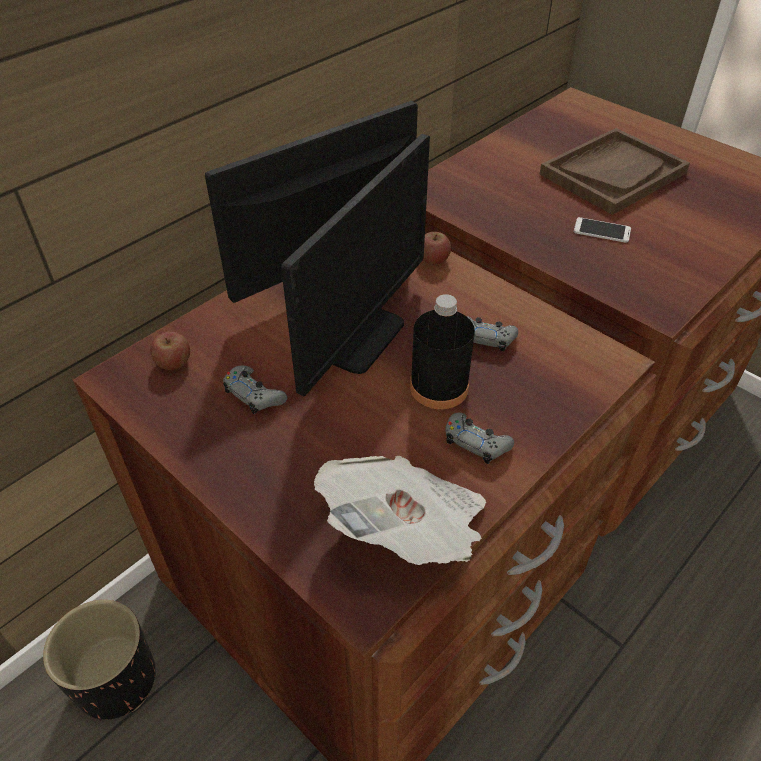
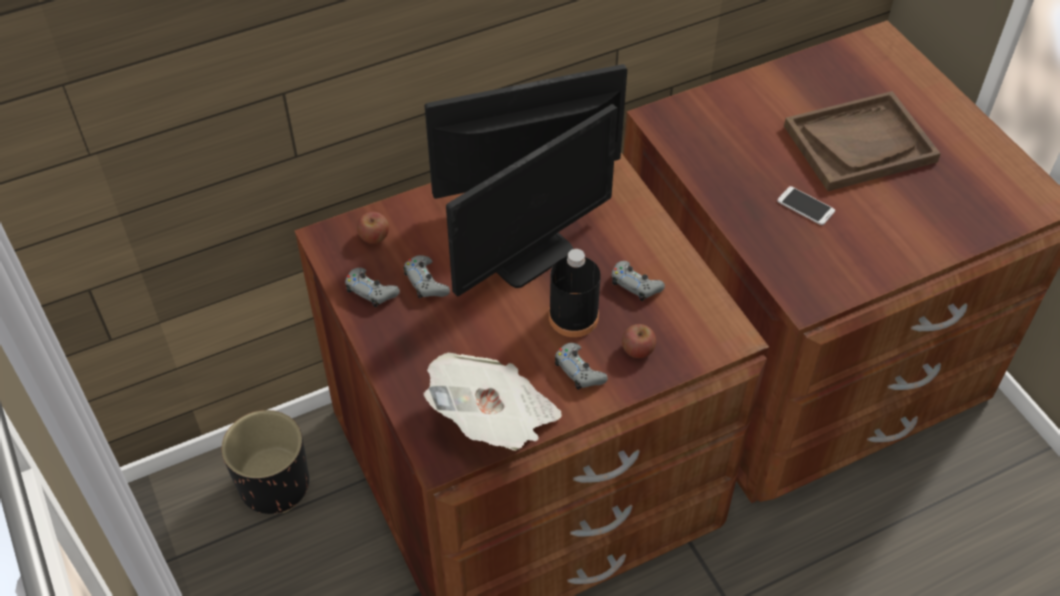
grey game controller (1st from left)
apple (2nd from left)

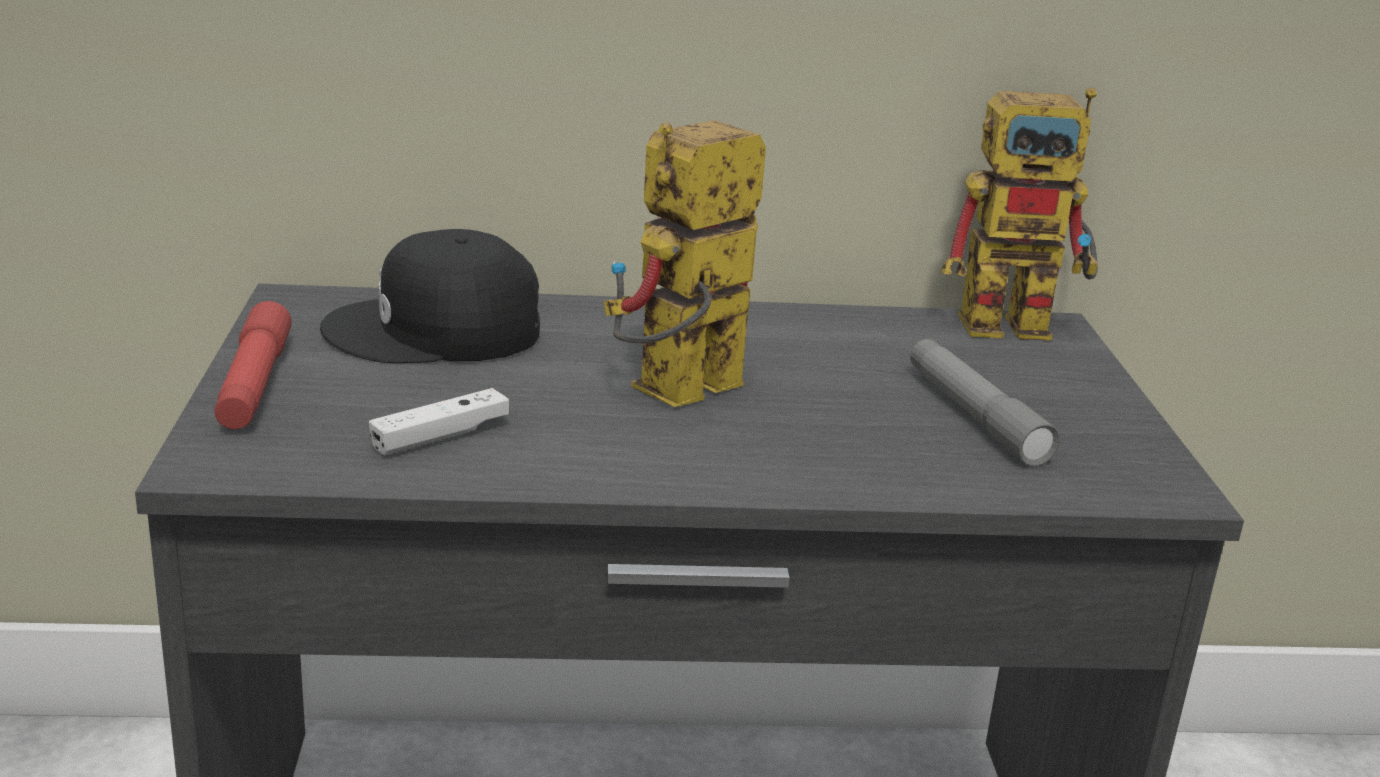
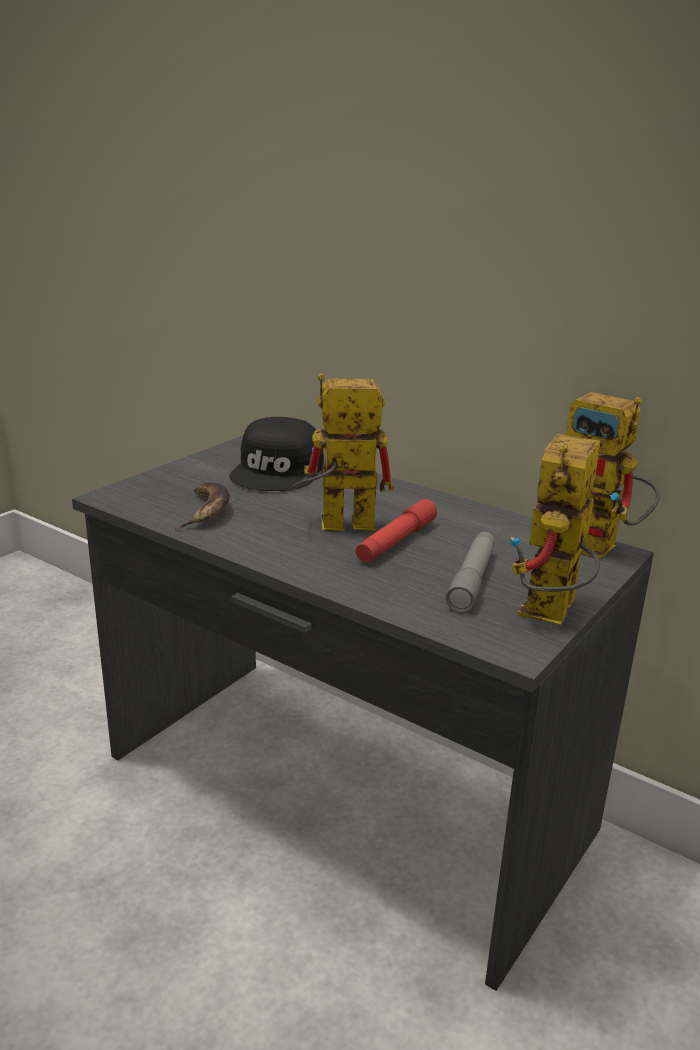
toy robot (2nd from left)
red flashlight
banana
black cap

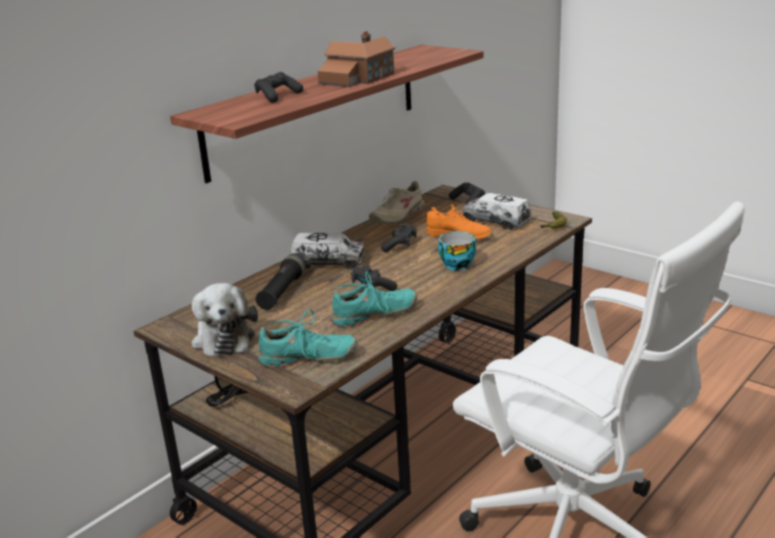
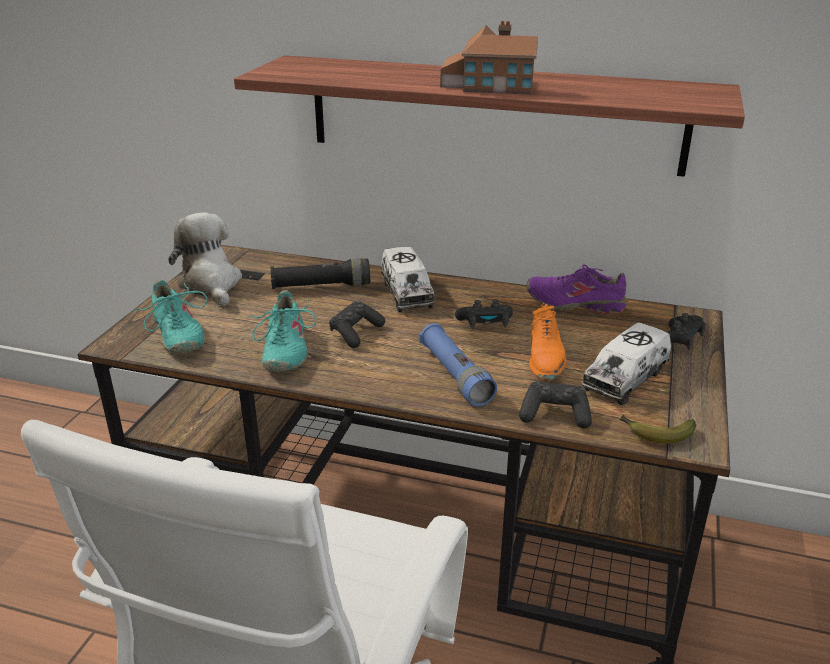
black game controller (3rd from left)
blue flashlight
purple shoe
plush toy
turquoise shoe (2nd from left)
toy truck (2nd from left)

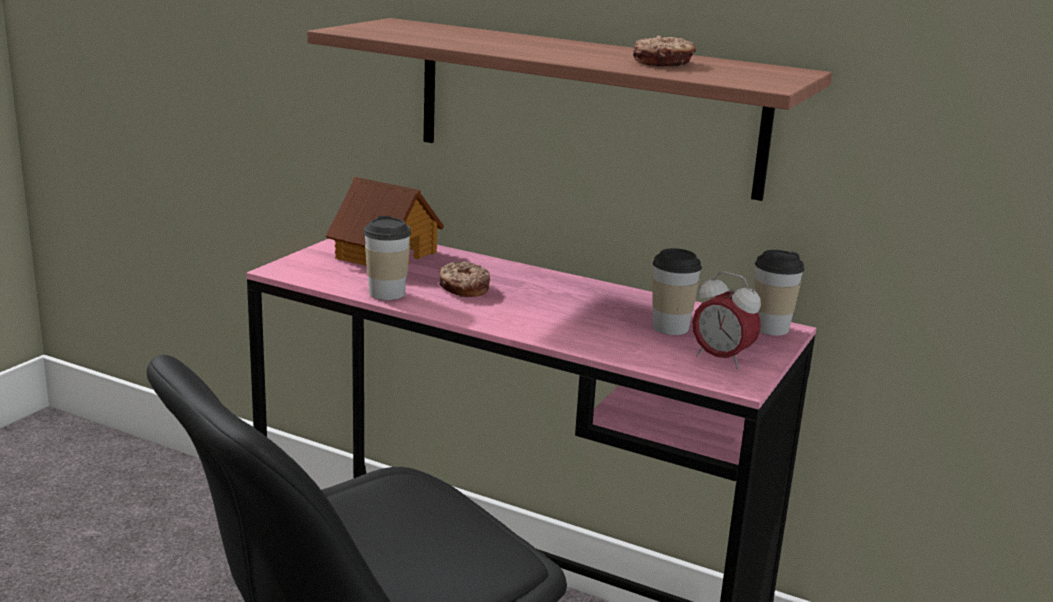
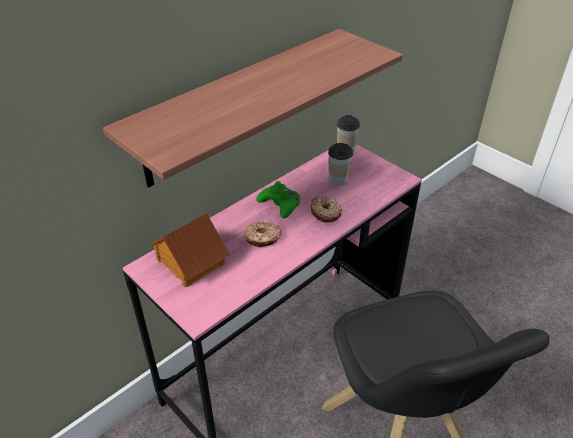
cup (1st from left in the first image)
alarm clock
green game controller
donut (2nd from left)

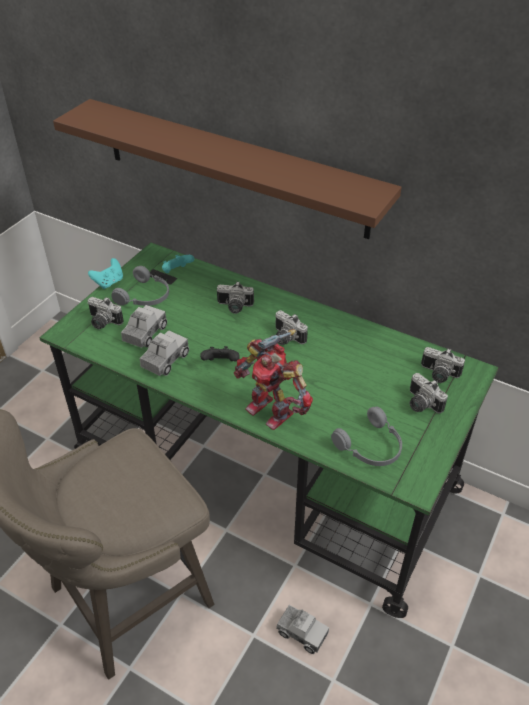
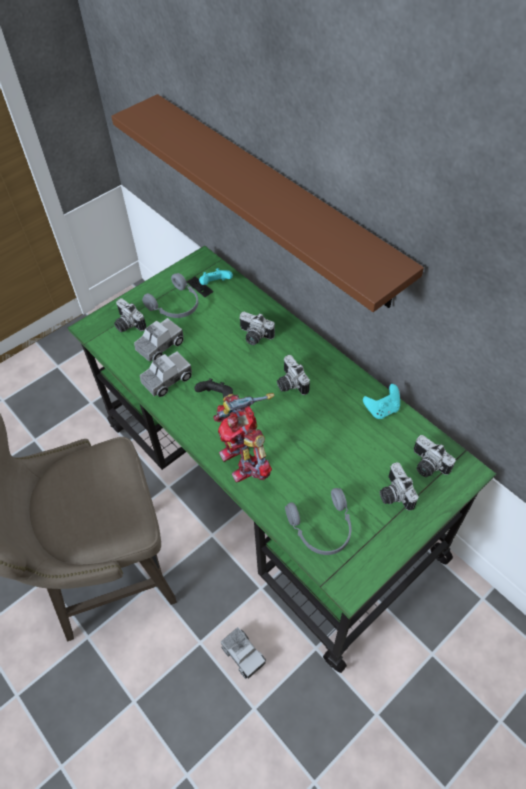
turquoise game controller (2nd from left)

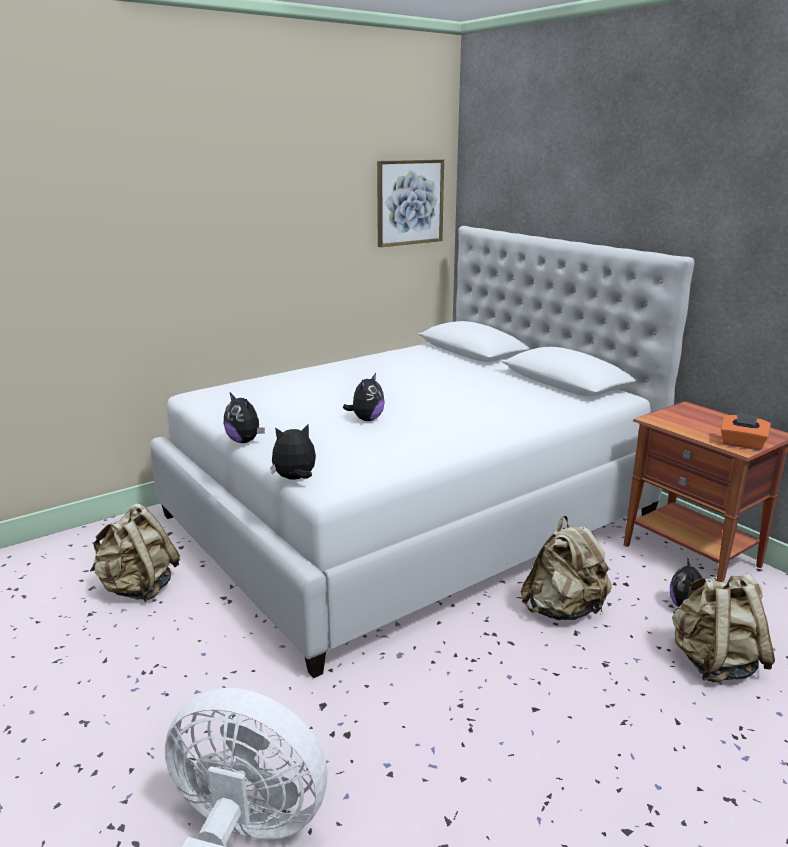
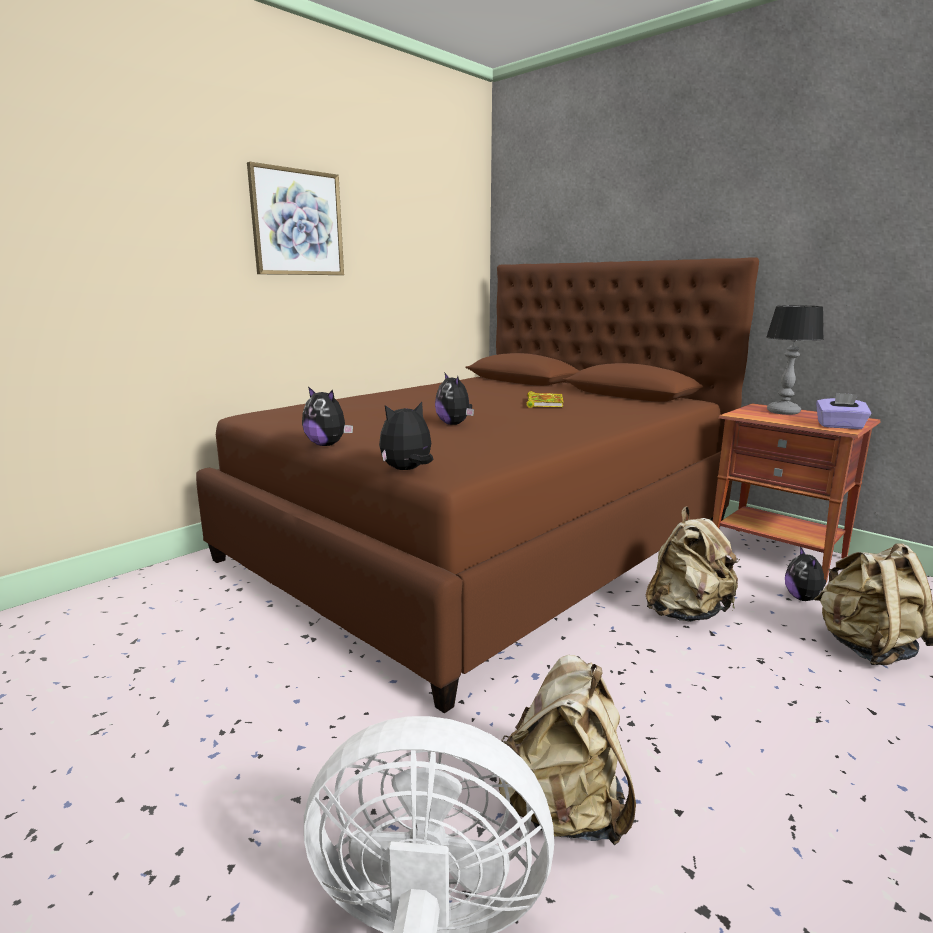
book
table lamp
beige backpack (1st from left)
picture
brown bed
purple tissue box
plush toy (3rd from left)

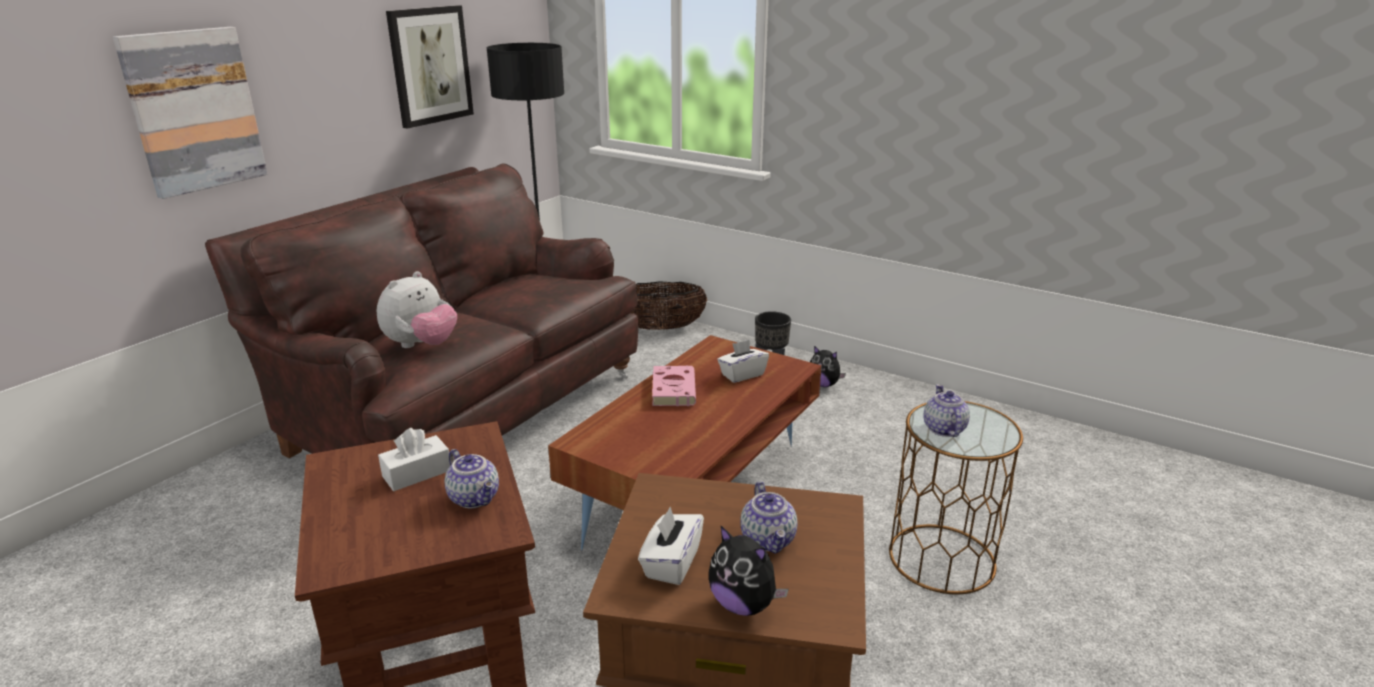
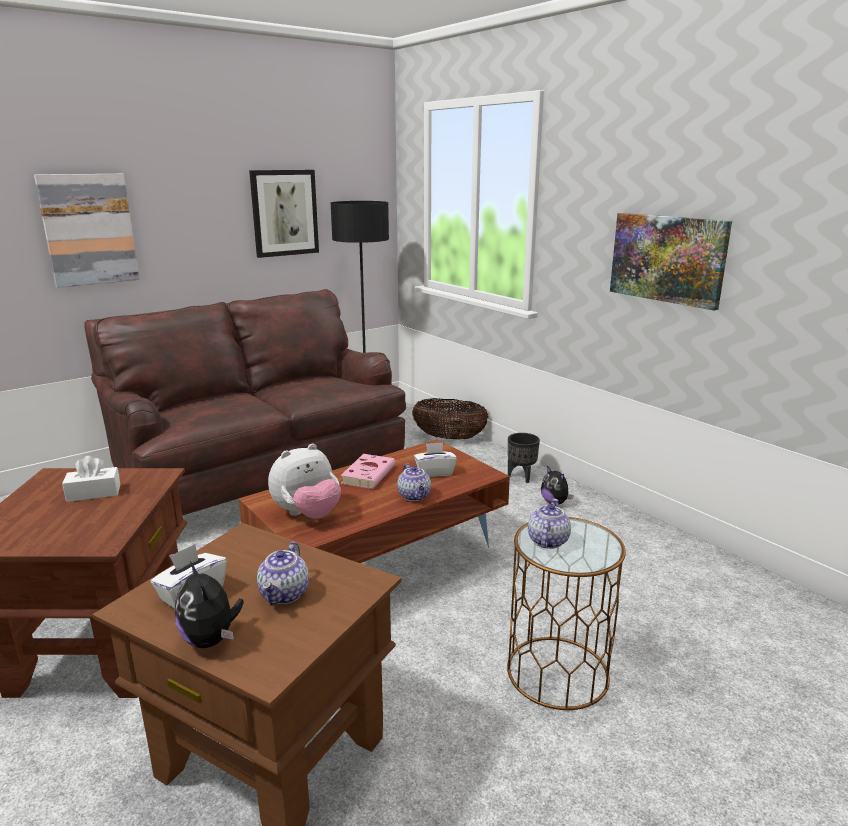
picture (3rd from left)
plush toy (2nd from left)
teapot (2nd from left)

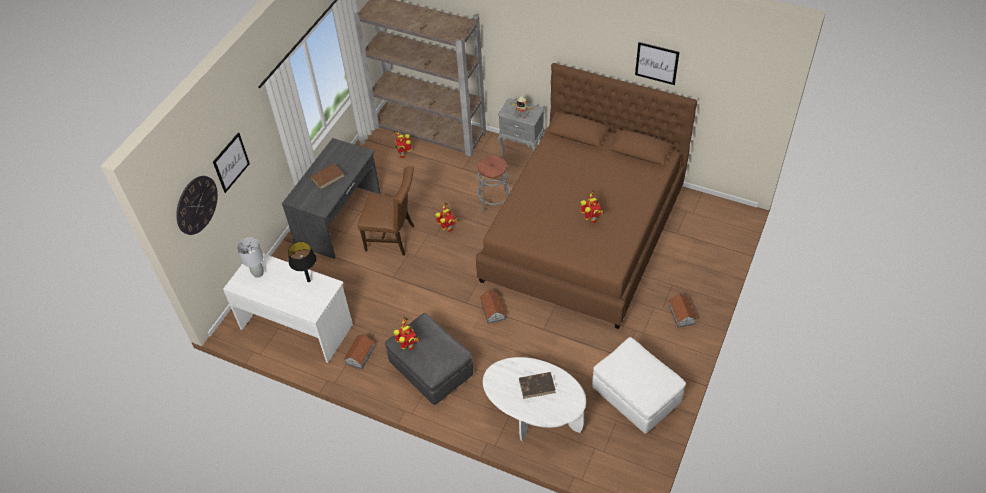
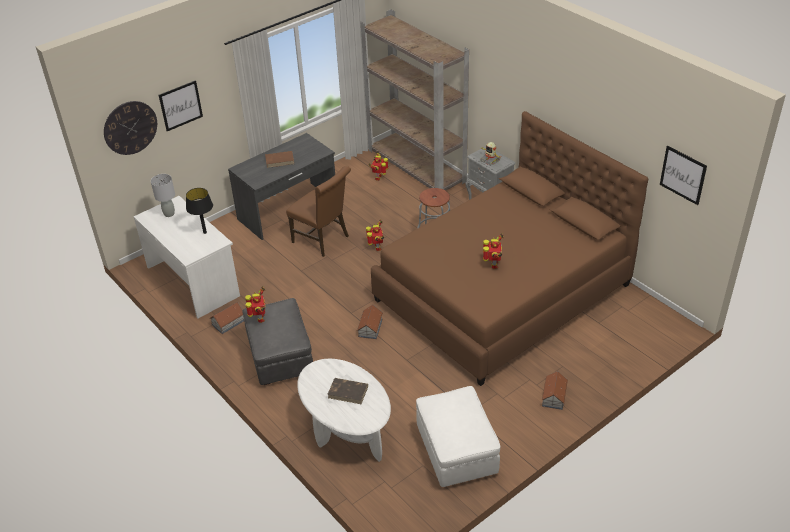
picture (2nd from left)

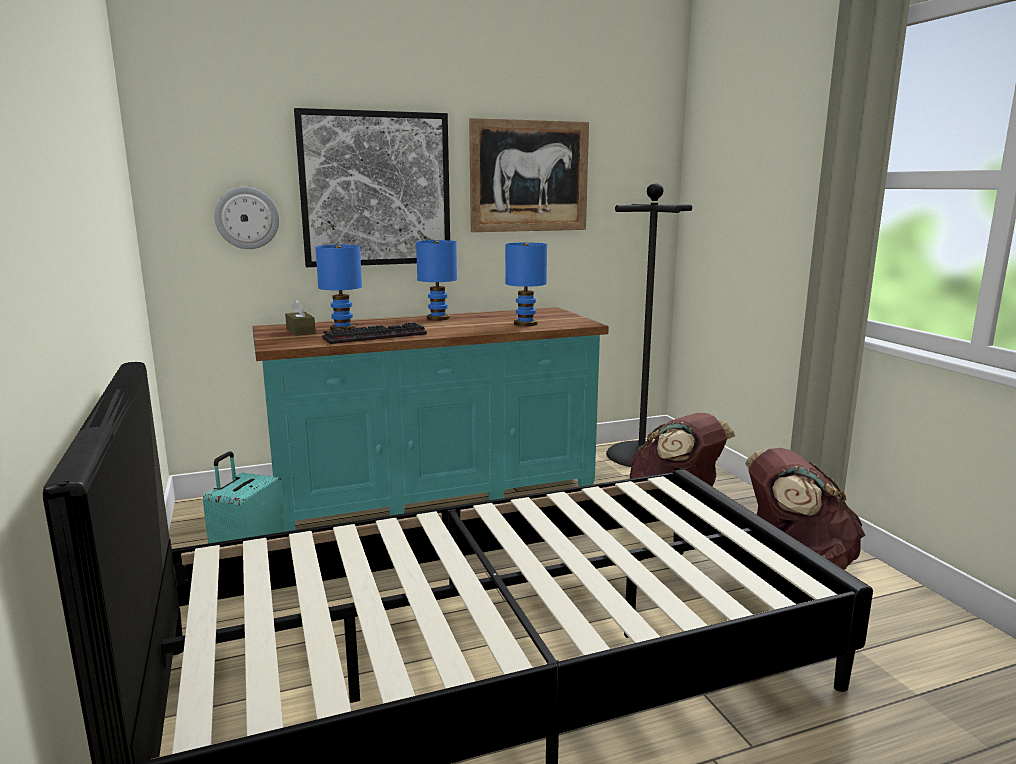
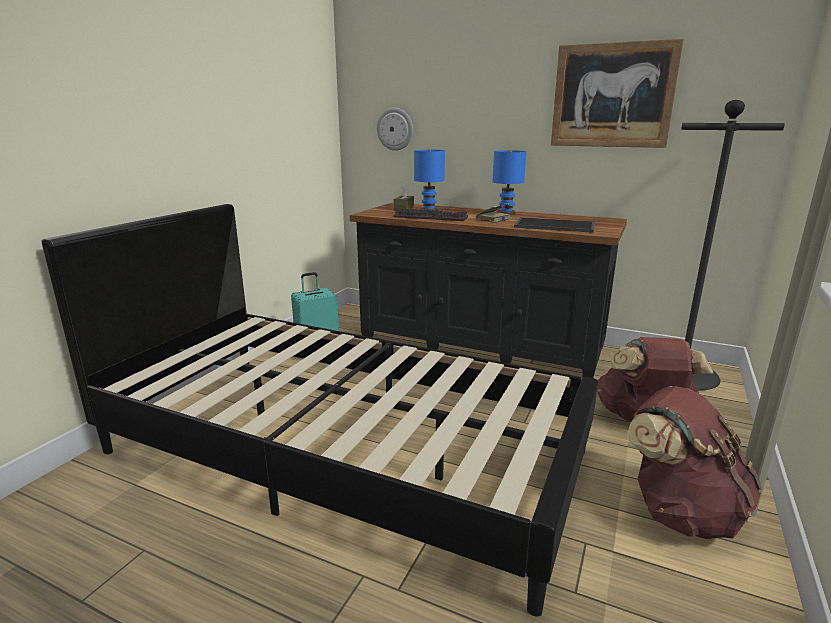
picture (1st from left in the first image)
book
tray
black dresser

